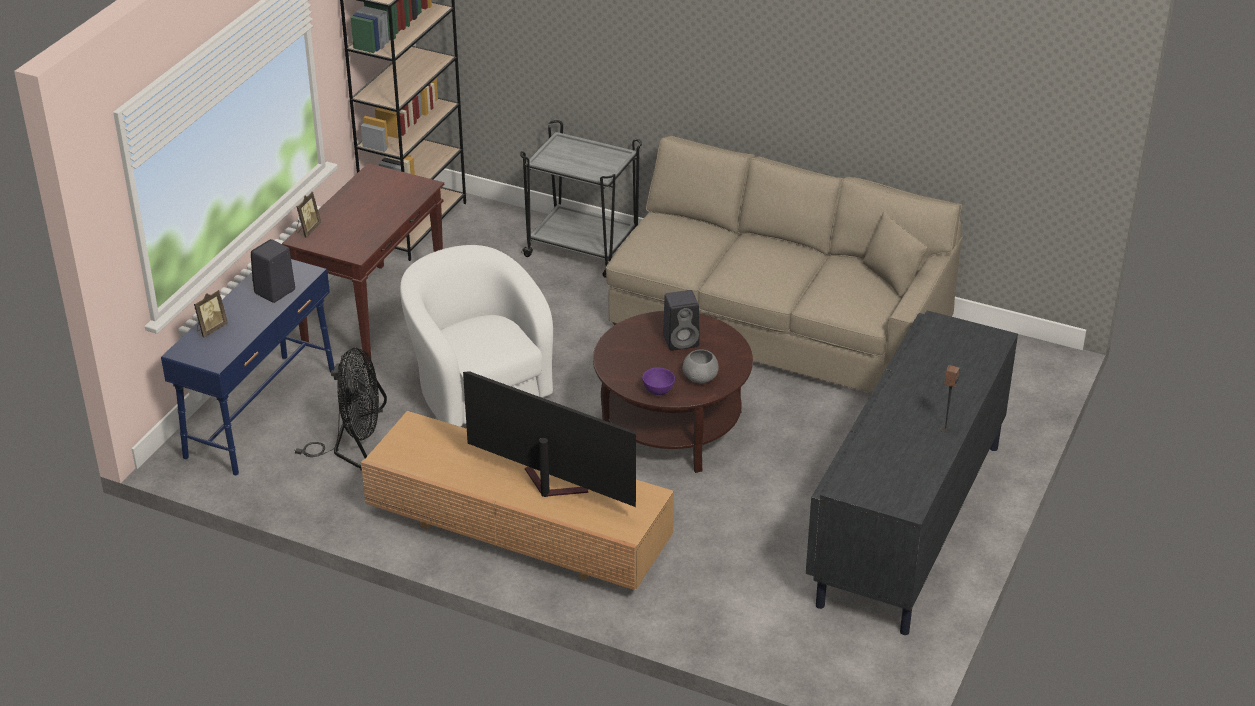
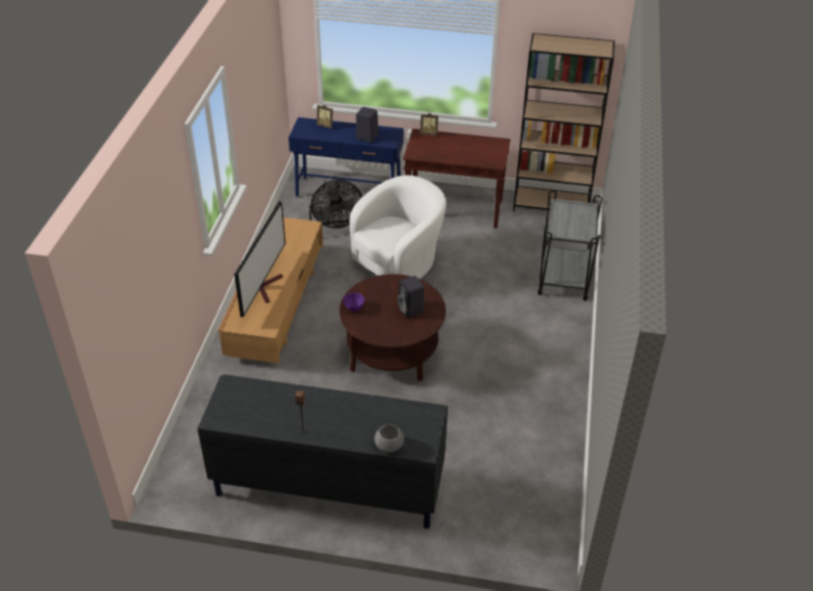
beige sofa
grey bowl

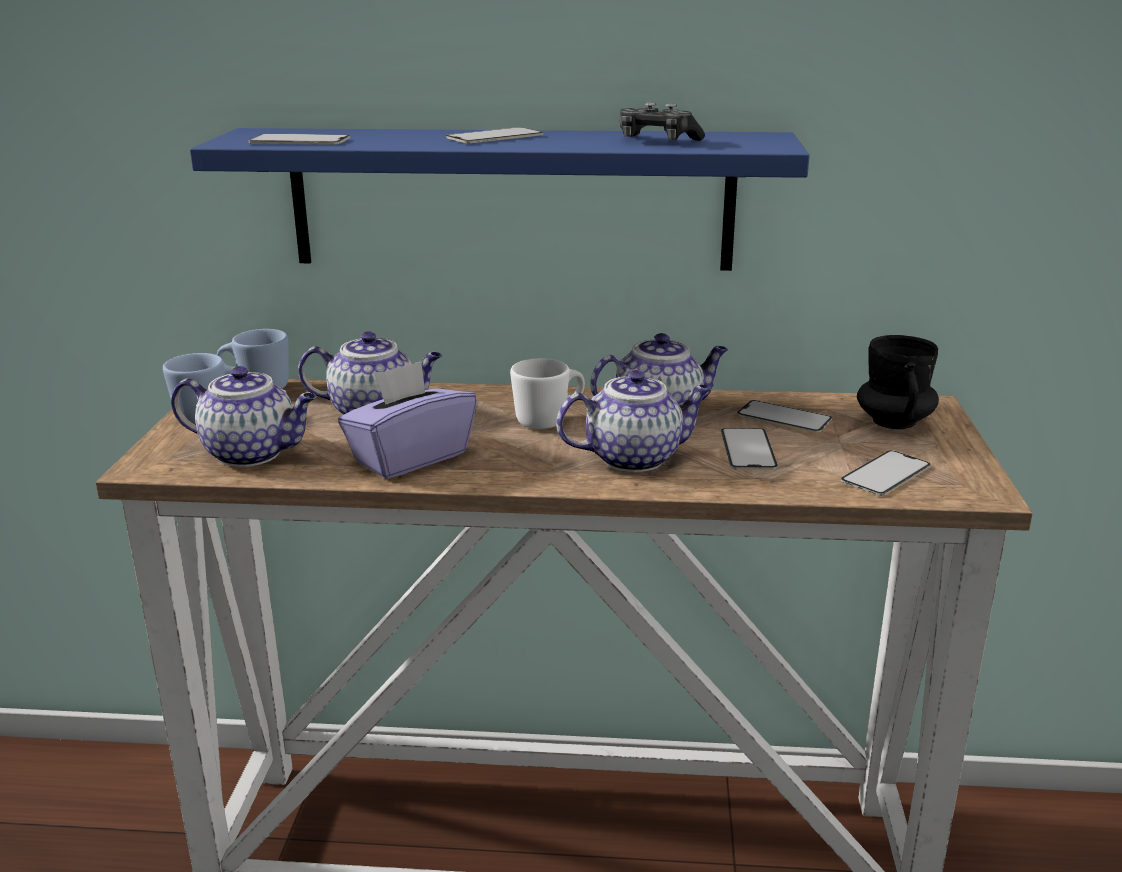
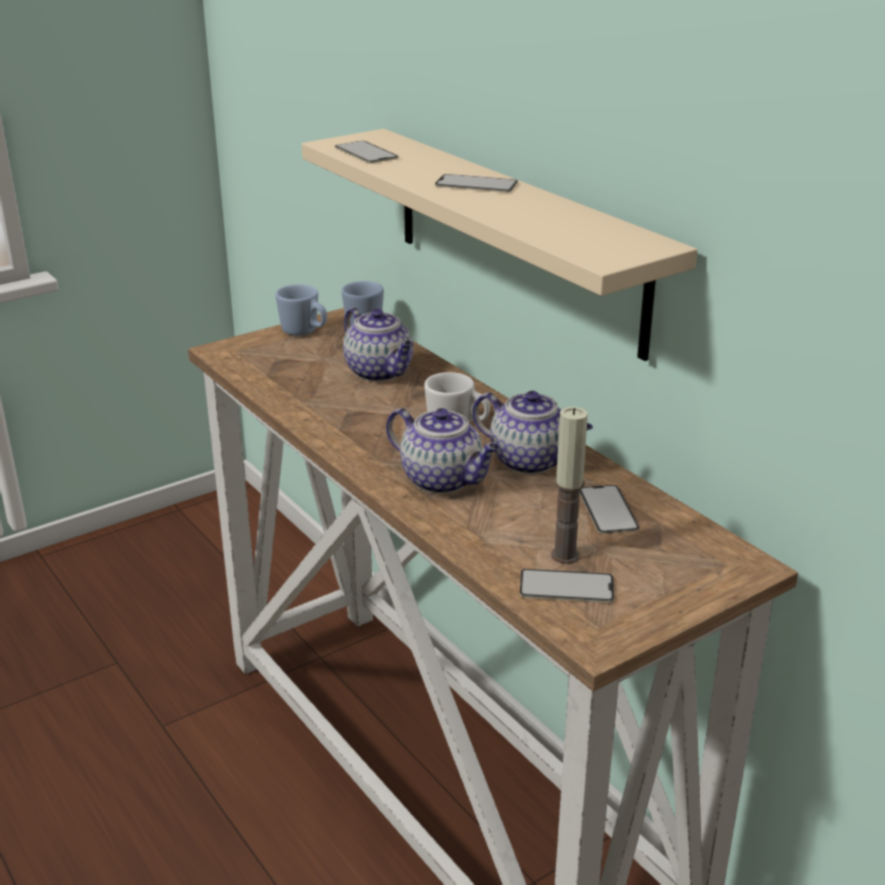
teapot (1st from left in the first image)
purple tissue box
game controller
phone (3rd from left in the first image)
black mug
candle
beige shelf

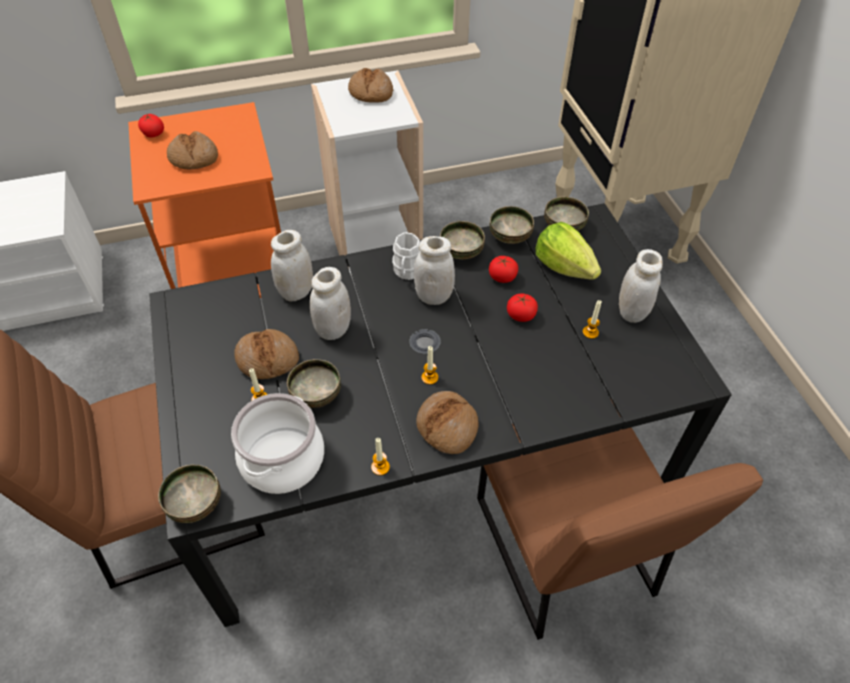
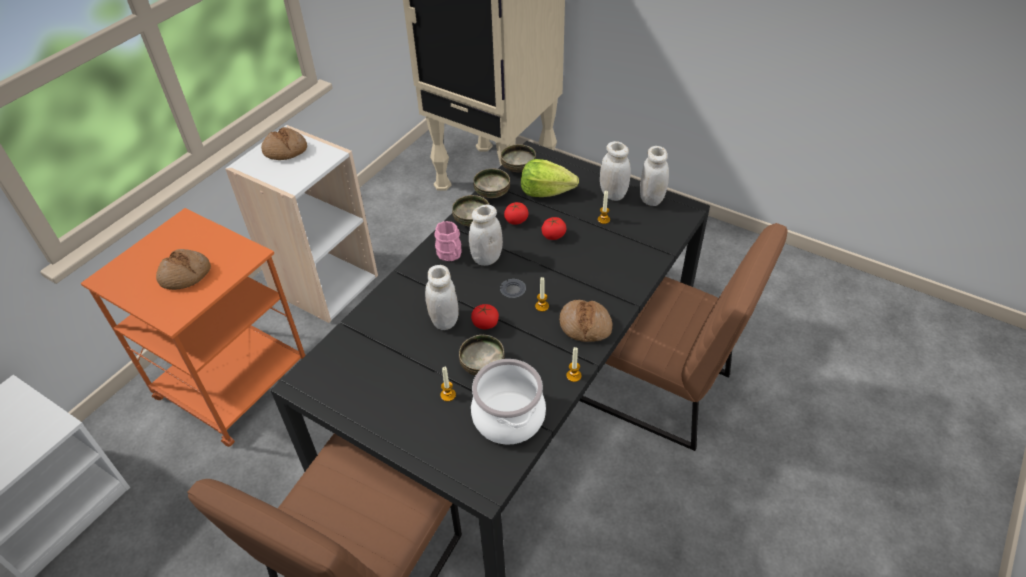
bowl (1st from left in the first image)
bread (2nd from left in the first image)
tomato (1st from left)
white jar (4th from left)
pink mug

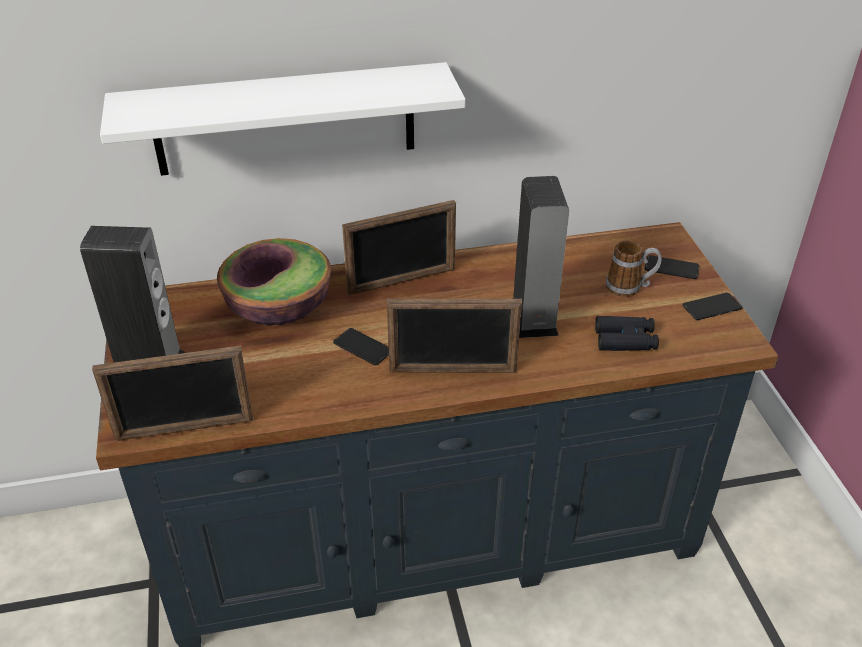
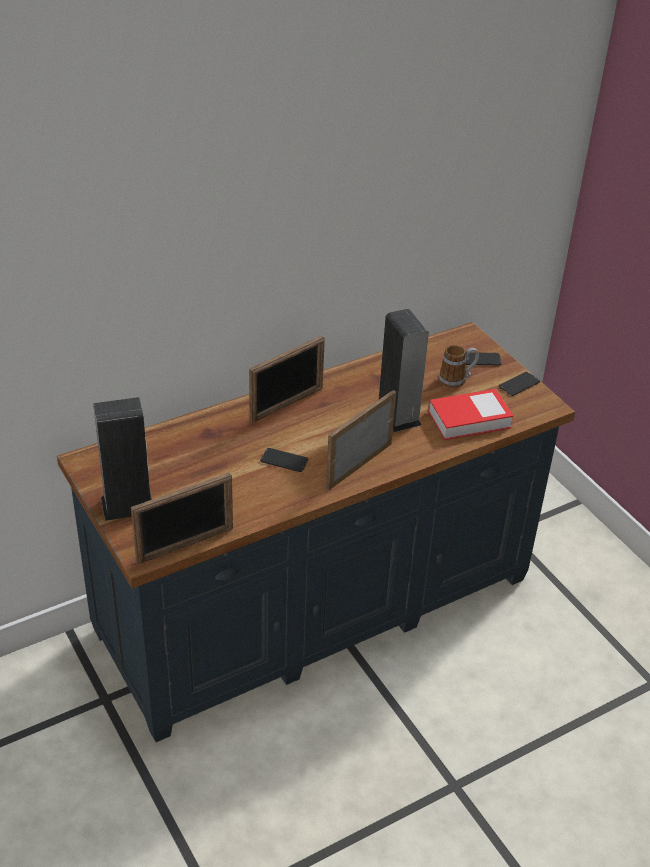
white shelf
bowl
book
picture frame (3rd from left)

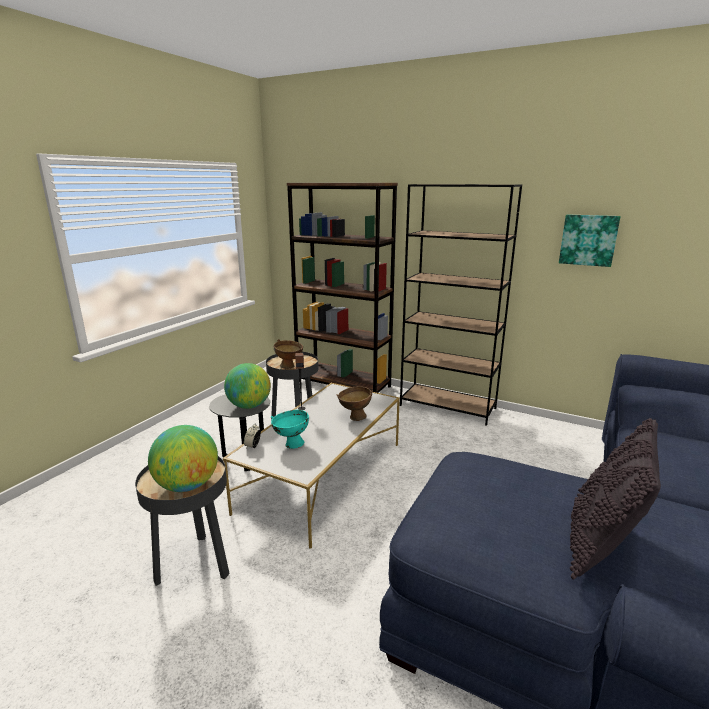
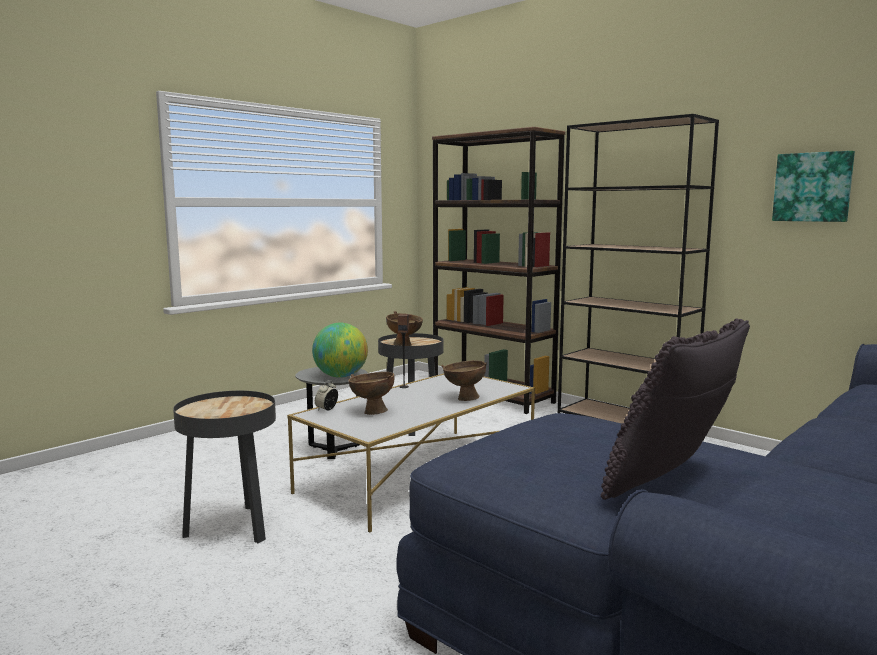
globe (1st from left in the first image)
brown bowl (1st from left)

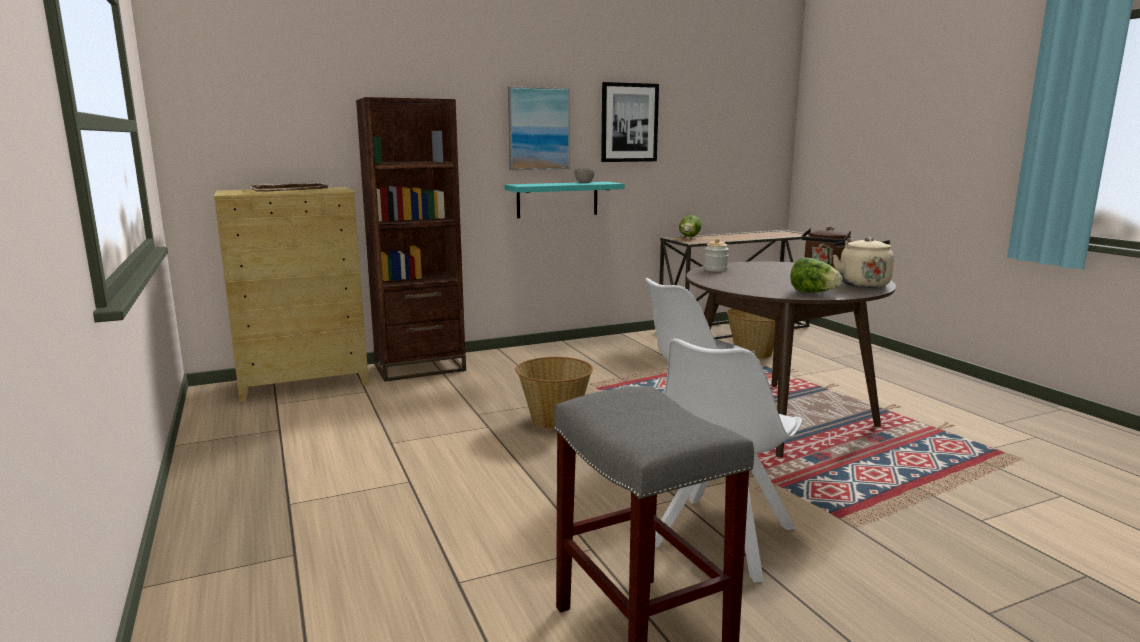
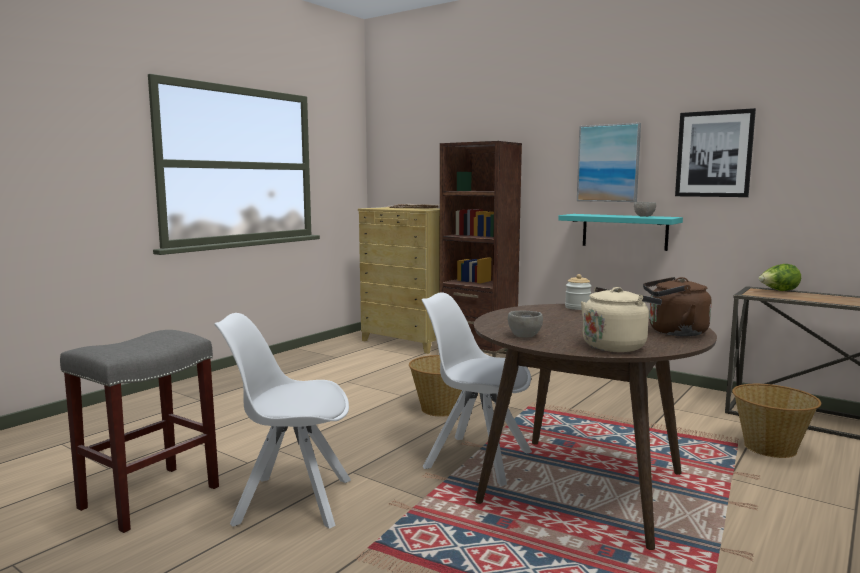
grey bowl (1st from left)

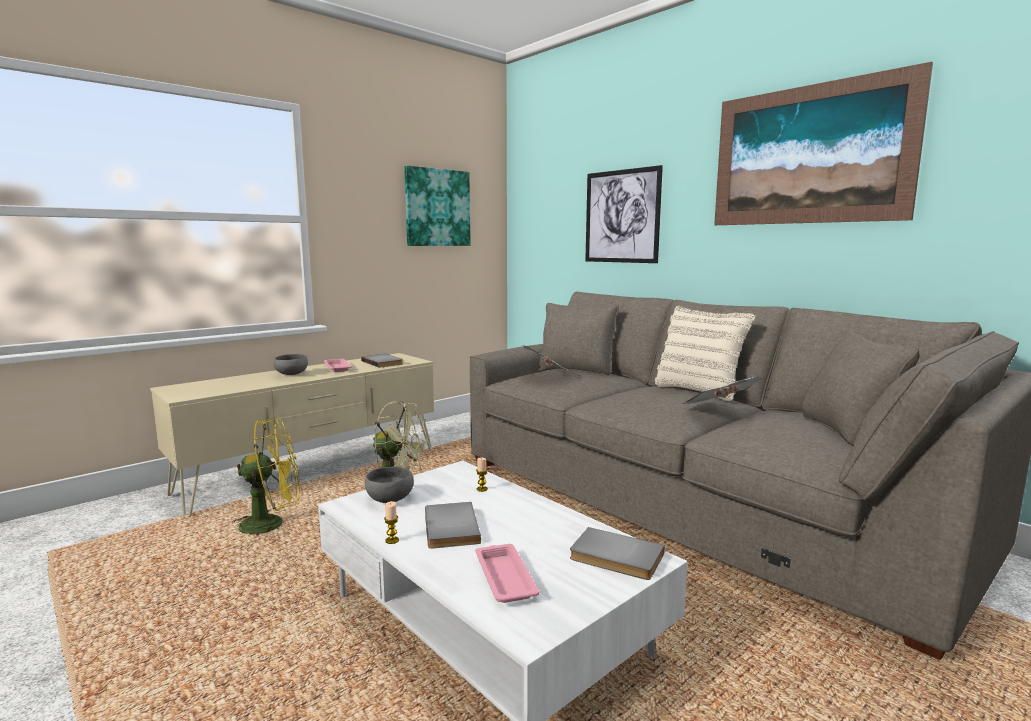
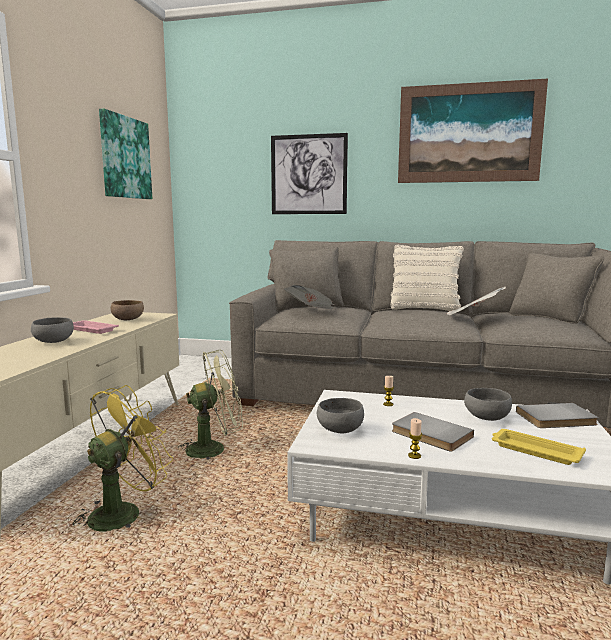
grey bowl (3rd from left)
brown bowl
yellow tray

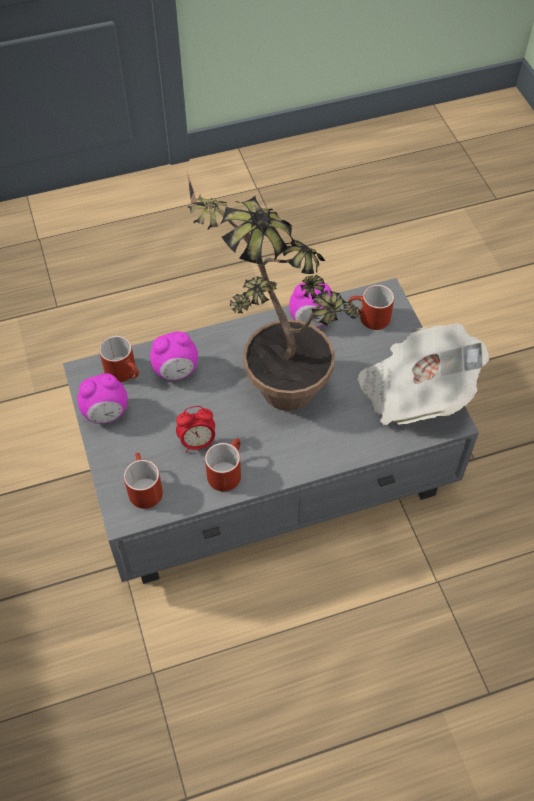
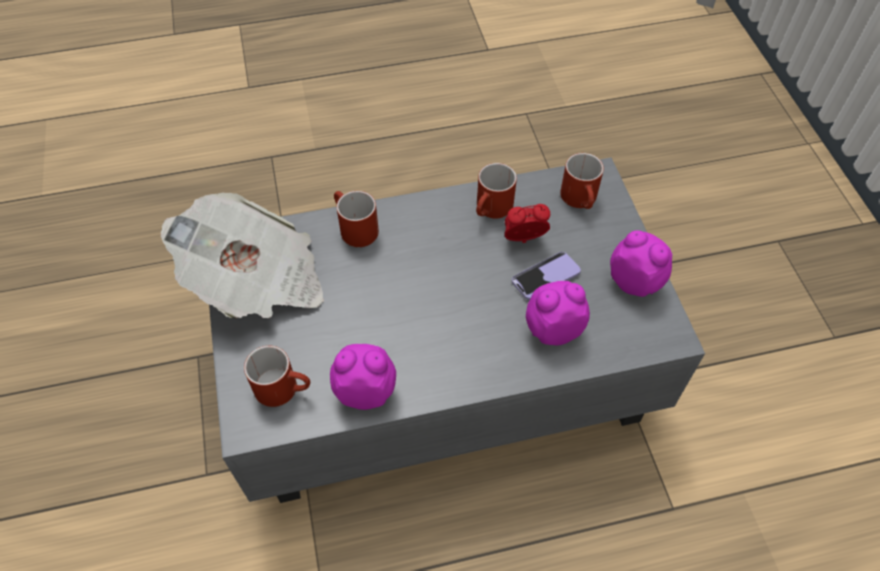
potted plant
phone
red mug (2nd from left)
alarm clock (4th from left)

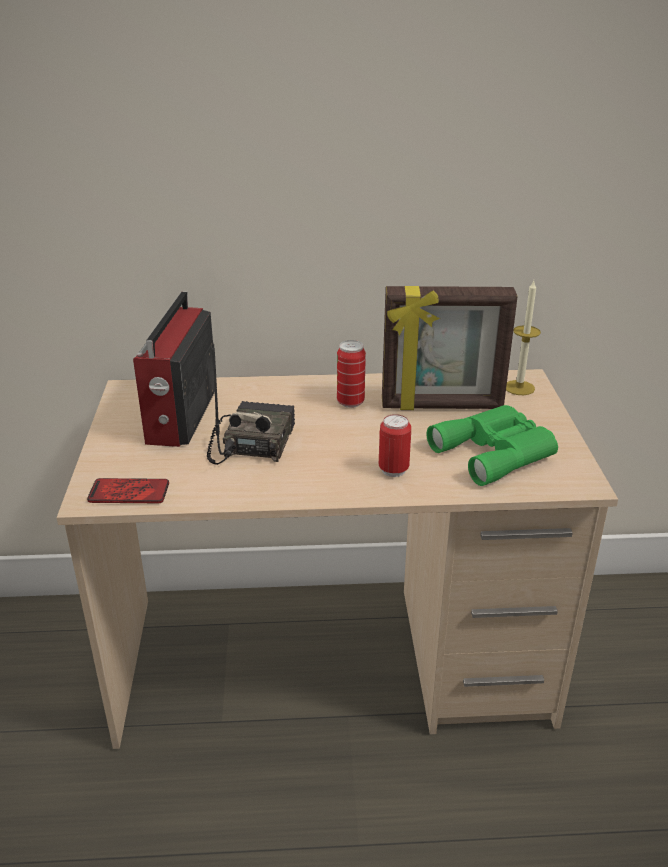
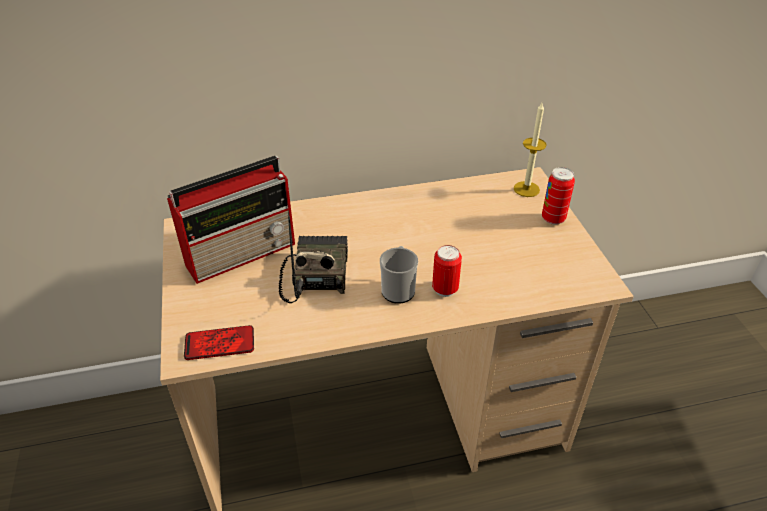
picture frame
green binoculars
mug
can (2nd from left)
radio (1st from left)

